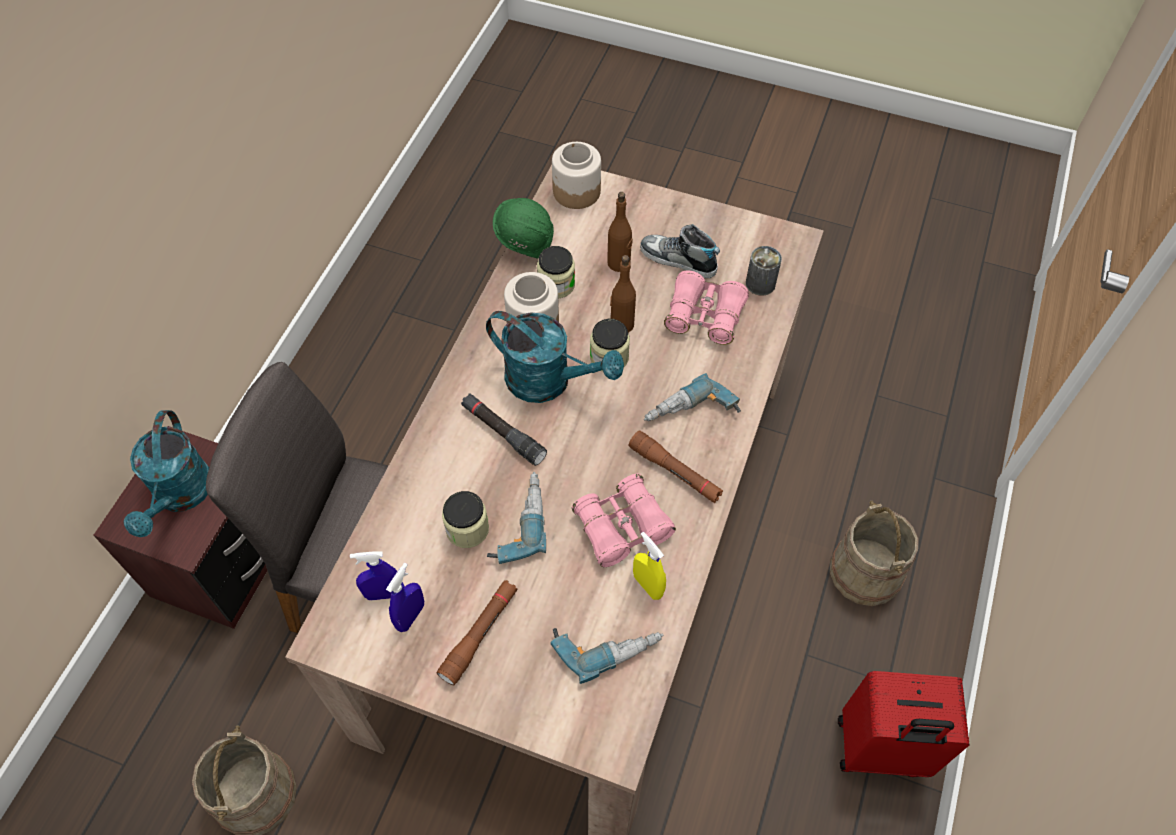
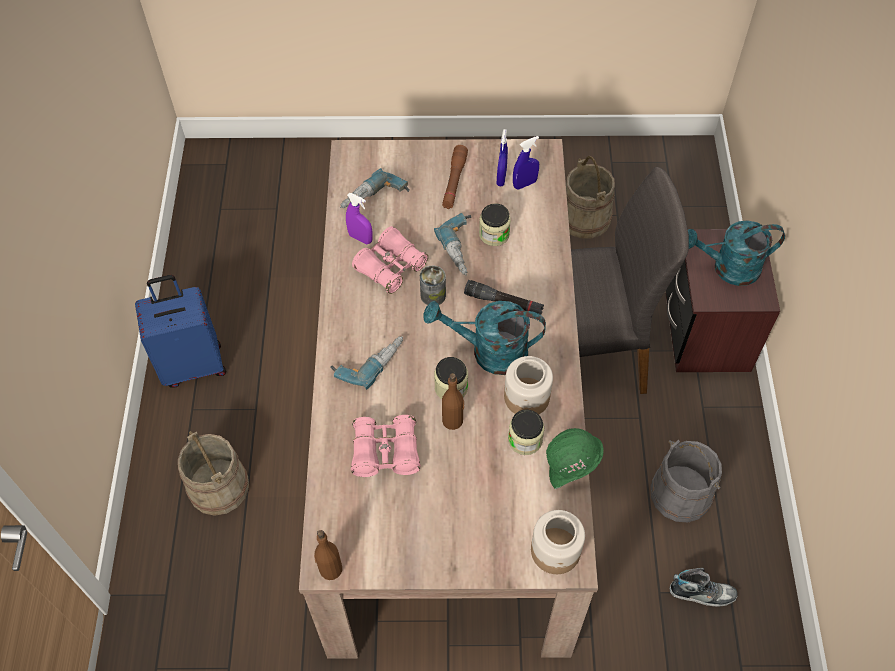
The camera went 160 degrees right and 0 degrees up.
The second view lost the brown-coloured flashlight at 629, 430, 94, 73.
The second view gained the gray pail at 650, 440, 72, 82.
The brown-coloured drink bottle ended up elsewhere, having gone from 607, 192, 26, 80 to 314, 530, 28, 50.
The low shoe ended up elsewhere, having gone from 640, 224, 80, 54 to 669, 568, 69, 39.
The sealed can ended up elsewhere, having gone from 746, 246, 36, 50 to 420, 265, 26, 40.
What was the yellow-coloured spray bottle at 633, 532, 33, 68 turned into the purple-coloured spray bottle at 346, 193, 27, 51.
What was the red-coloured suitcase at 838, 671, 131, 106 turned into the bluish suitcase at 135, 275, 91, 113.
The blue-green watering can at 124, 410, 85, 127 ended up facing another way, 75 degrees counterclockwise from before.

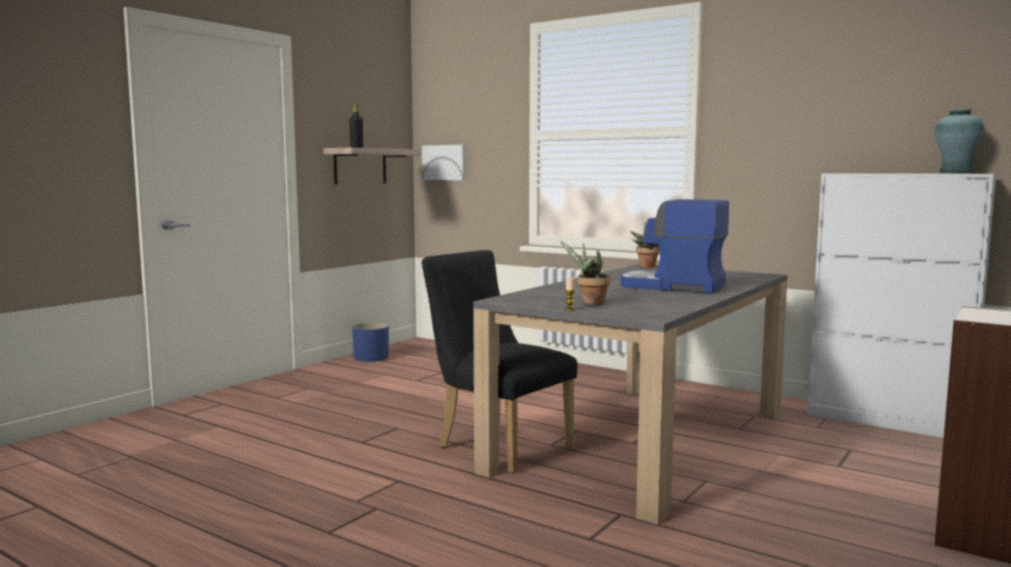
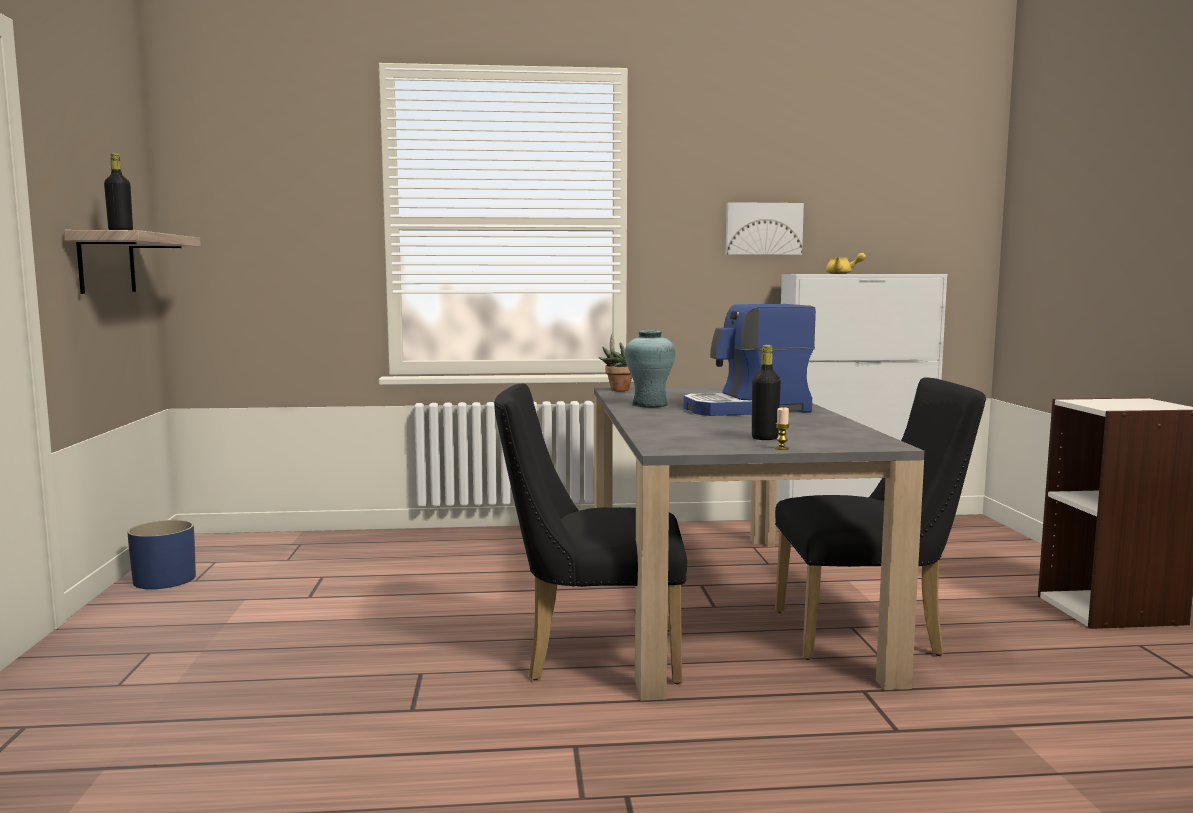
The camera went 40 degrees left and 0 degrees up.
The second view gained the black-coloured upright chair at 775, 377, 211, 283.
The second view gained the yellow-coloured teapot at 826, 253, 40, 21.
The wall picture ended up elsewhere, having gone from 422, 145, 44, 35 to 726, 202, 78, 53.
The blue-green decorative vase ended up elsewhere, having gone from 935, 109, 49, 64 to 625, 330, 50, 77.
Where the houseplant stood at 561, 242, 50, 63, the black-coloured drink bottle came to stand at 752, 345, 29, 95.

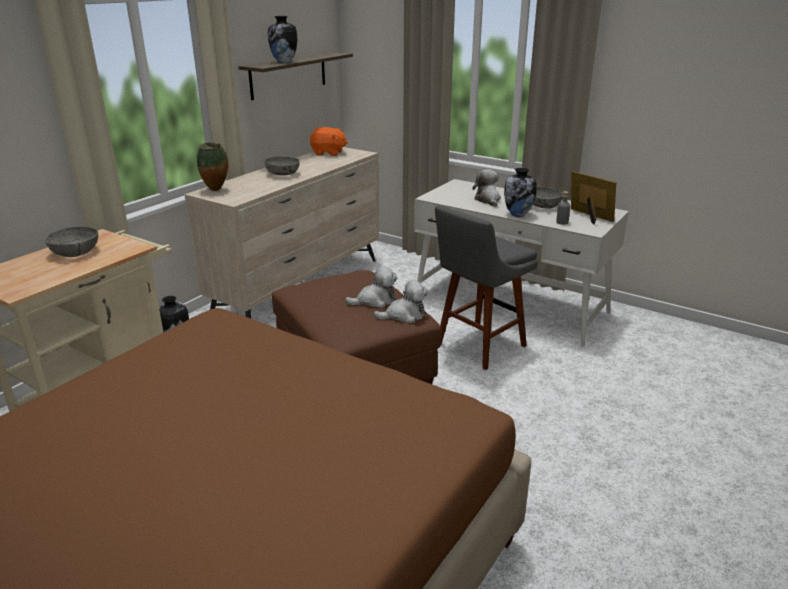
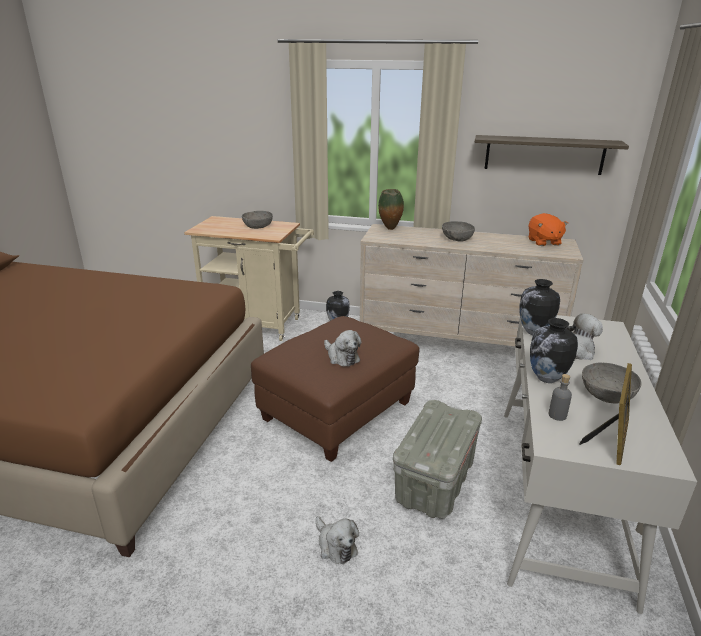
The camera went 70 degrees right and 0 degrees up.
The decorative vase ended up elsewhere, having gone from 268, 16, 30, 47 to 519, 279, 41, 56.
The soft toy ended up elsewhere, having gone from 374, 280, 54, 43 to 316, 516, 43, 48.
Where the gray sitting stool stood at 435, 205, 103, 165, the gray storage bin came to stand at 393, 400, 89, 119.

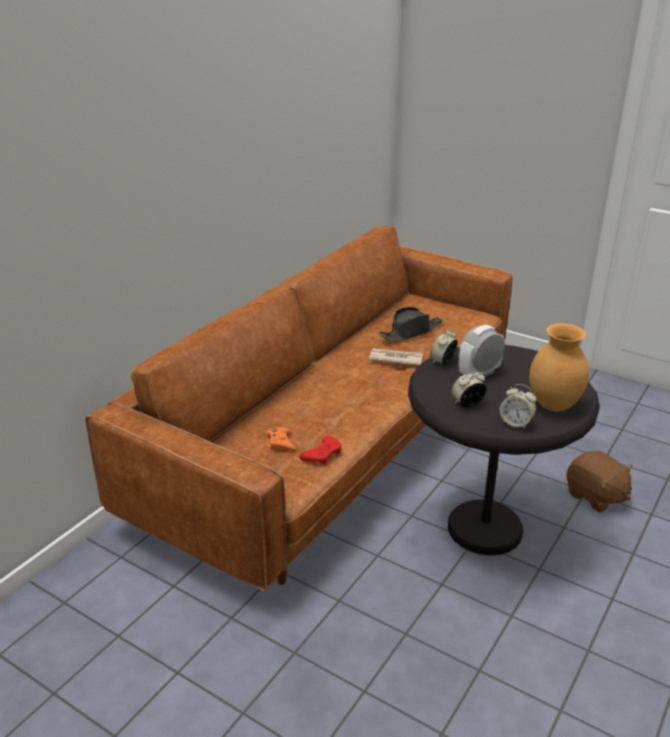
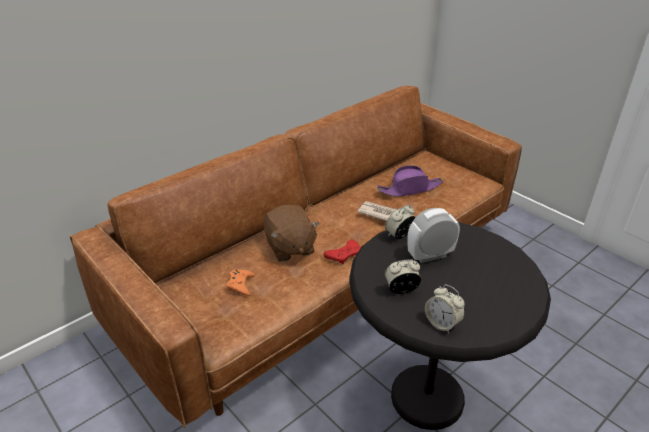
The camera went 15 degrees right and 5 degrees up.
The second view lost the brown-coloured decorative vase at 529, 323, 60, 88.
The red-coloured joypad ended up elsewhere, having gone from 299, 436, 42, 29 to 323, 240, 38, 24.
The brown-coloured soft toy ended up elsewhere, having gone from 566, 451, 67, 61 to 264, 205, 55, 57.
What was the black-coloured hat at 379, 307, 63, 34 turned into the purple-coloured hat at 377, 165, 66, 32.

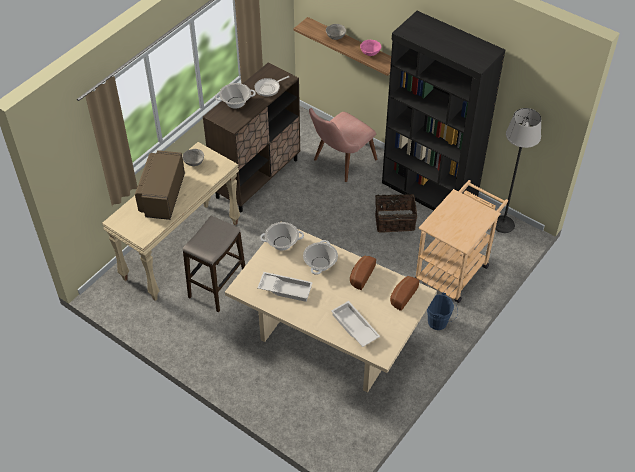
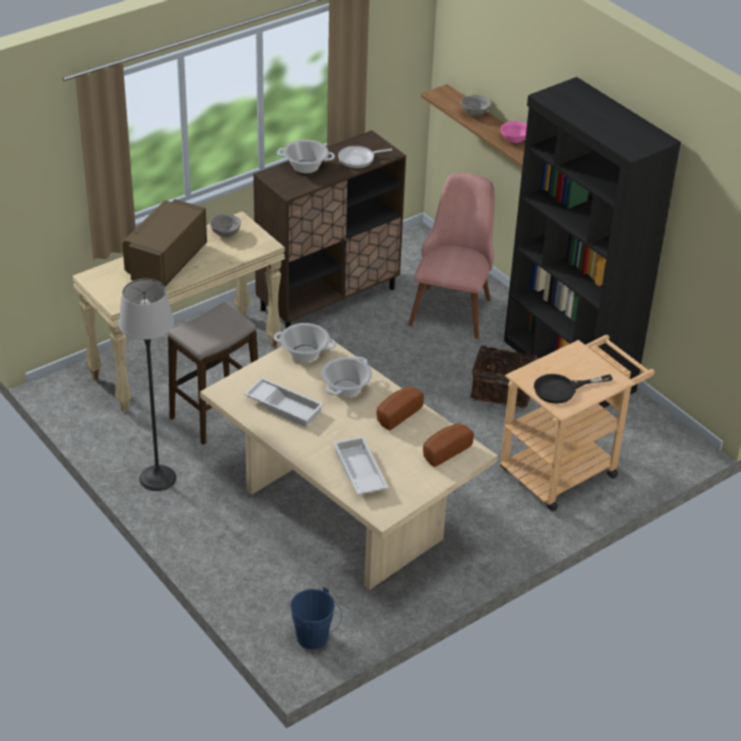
The camera went 15 degrees right and 10 degrees down.
The second view gained the black-coloured frying pan at 534, 374, 79, 30.
The bluish pail ended up elsewhere, having gone from 427, 292, 31, 38 to 290, 587, 52, 62.
The standing lamp ended up elsewhere, having gone from 495, 108, 46, 125 to 118, 279, 58, 212.
The pink upright chair at 309, 108, 69, 74 ended up facing another way, 135 degrees clockwise from before.

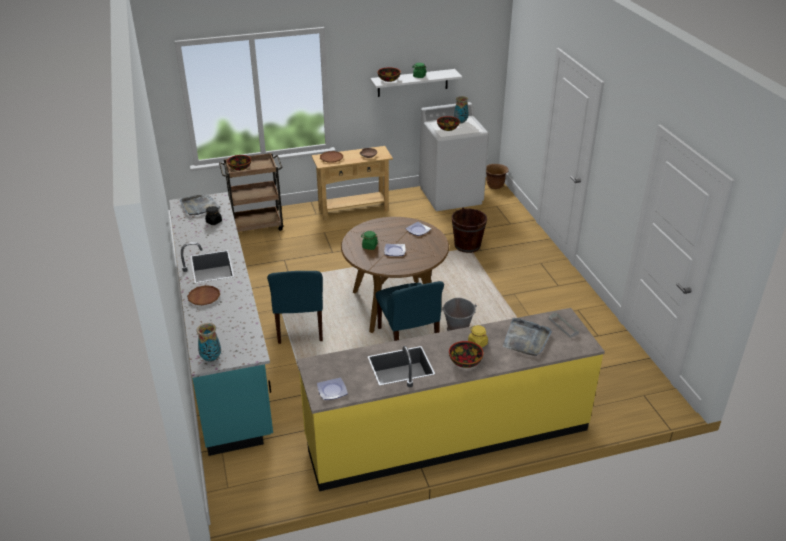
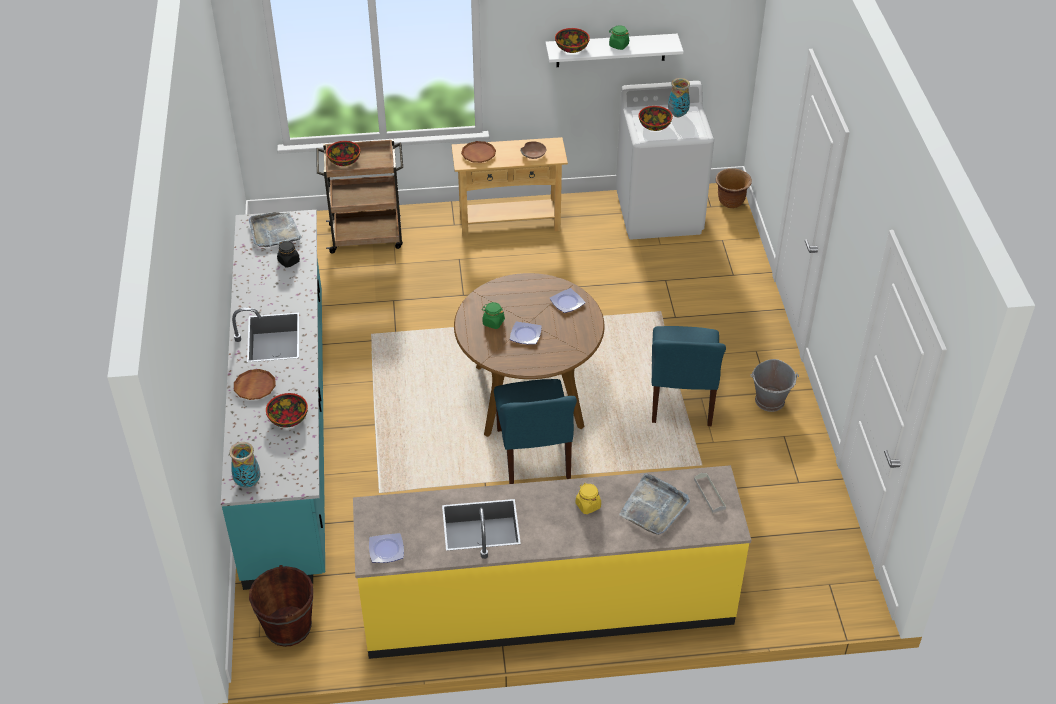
The camera went 10 degrees right and 10 degrees up.
The bluish upright chair ended up elsewhere, having gone from 267, 271, 56, 73 to 652, 326, 74, 100.
The gray pail ended up elsewhere, having gone from 442, 298, 35, 33 to 750, 359, 49, 53.
The serving bowl ended up elsewhere, having gone from 449, 341, 35, 27 to 266, 393, 42, 35.
The brown-coloured pail ended up elsewhere, having gone from 452, 208, 35, 45 to 249, 565, 64, 82.

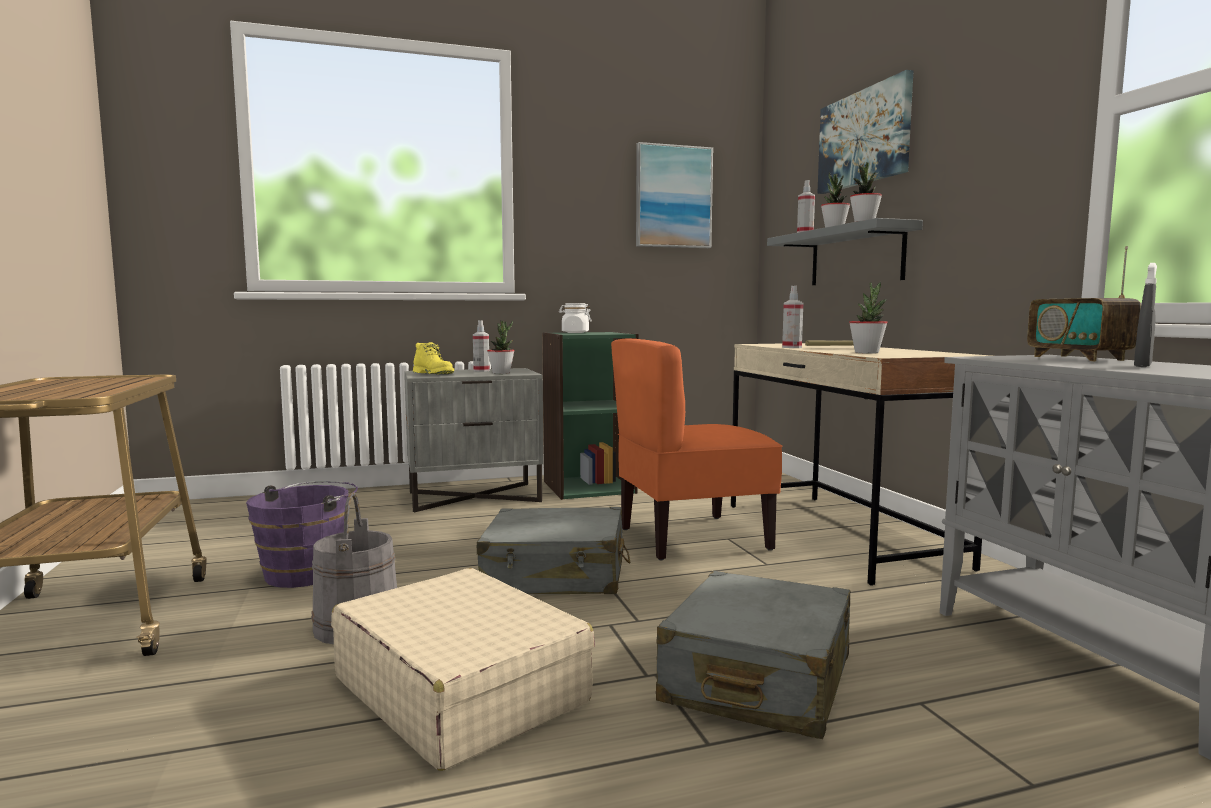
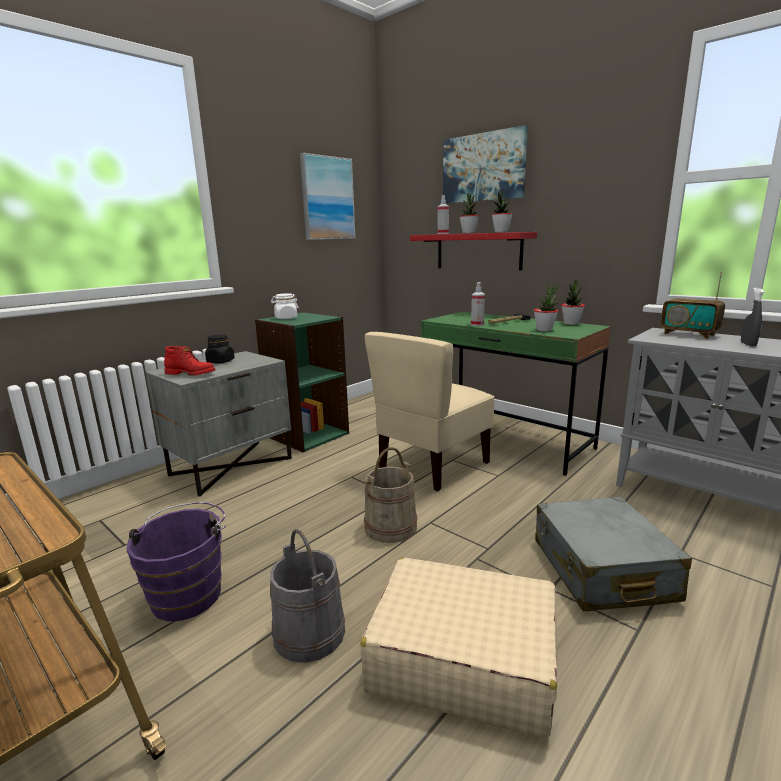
The camera went 30 degrees left and 10 degrees up.
The houseplant ended up elsewhere, having gone from 487, 321, 28, 53 to 561, 279, 24, 46.
Where the spray bottle stood at 473, 320, 17, 52, the black-coloured preserve jar came to stand at 205, 334, 30, 30.
Where the gray suitcase stood at 477, 507, 153, 87, the beige pail came to stand at 364, 447, 53, 96.
What was the yellow-coloured boot at 413, 342, 41, 32 turned into the red-coloured boot at 164, 346, 51, 30.
What was the orangey upright chair at 611, 338, 172, 222 turned into the beige upright chair at 364, 332, 131, 159.
What was the beige desk table at 731, 343, 259, 243 turned into the green desk table at 421, 312, 190, 164.
What was the gray bracket shelf at 767, 218, 156, 67 turned into the red-coloured bracket shelf at 410, 232, 127, 39.

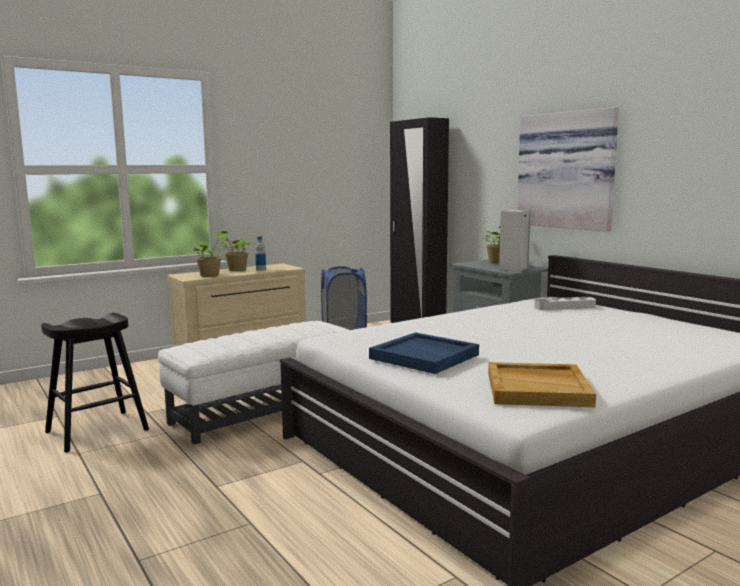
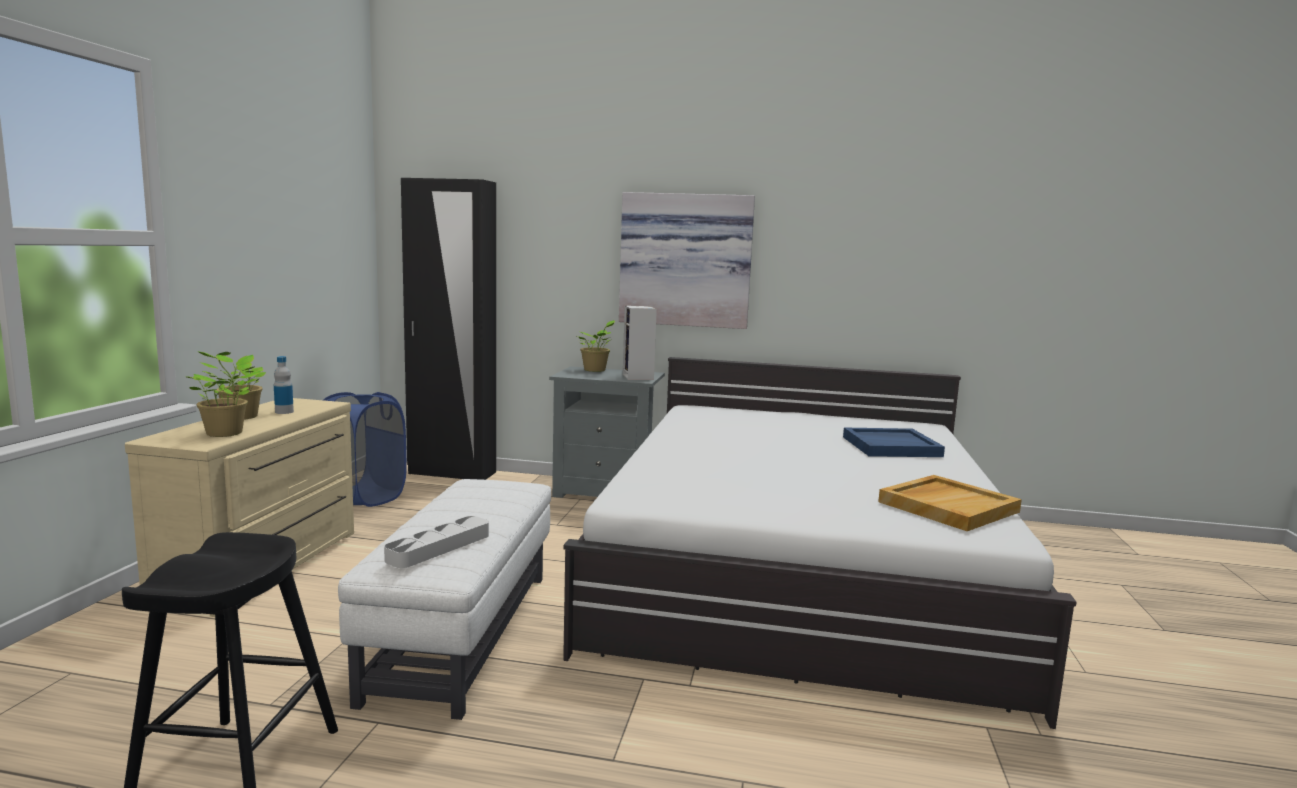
The camera went 45 degrees left and 0 degrees up.
The bluish carrying tray ended up elsewhere, having gone from 369, 332, 110, 42 to 843, 428, 102, 29.
The gray carrying tray ended up elsewhere, having gone from 535, 297, 61, 13 to 384, 516, 105, 52.

